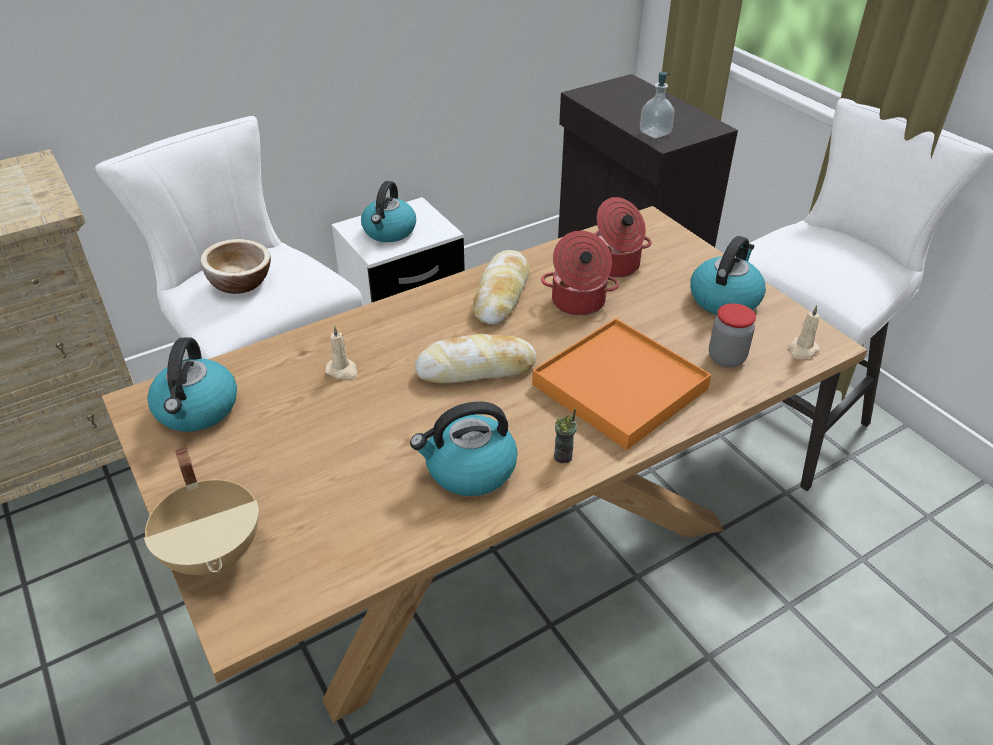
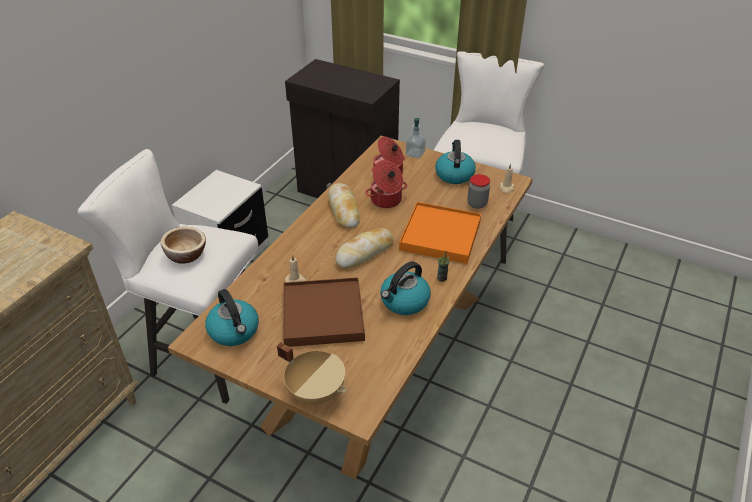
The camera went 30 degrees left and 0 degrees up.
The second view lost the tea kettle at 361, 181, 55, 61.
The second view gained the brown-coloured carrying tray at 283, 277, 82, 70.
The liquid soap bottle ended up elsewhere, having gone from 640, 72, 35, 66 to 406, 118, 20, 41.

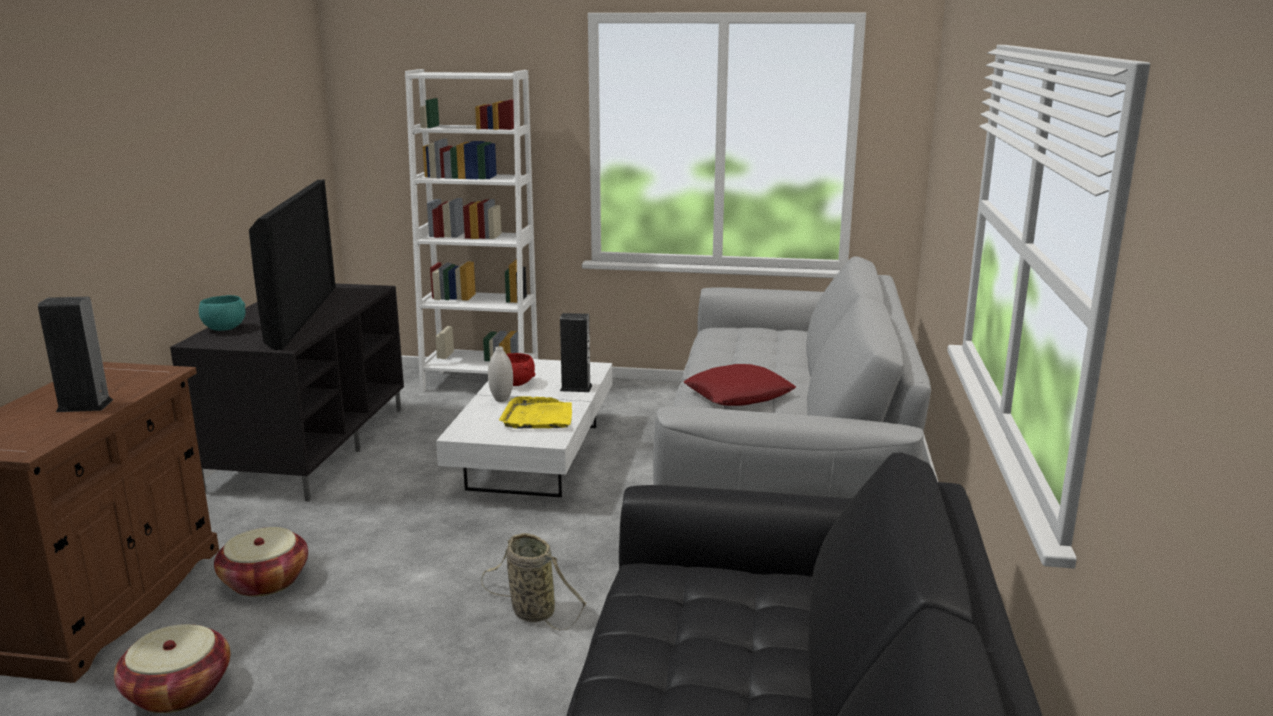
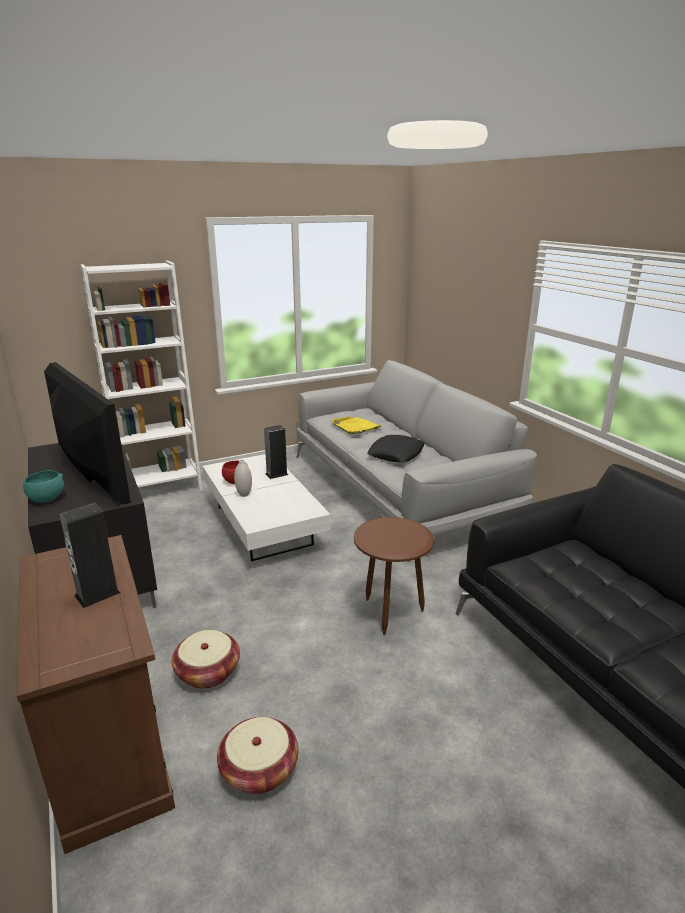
The camera went 35 degrees left and 5 degrees up.
The yellow-coloured carrying tray ended up elsewhere, having gone from 499, 396, 73, 33 to 331, 417, 50, 17.
Where the household basket stood at 481, 533, 105, 97, the brown-coloured side table came to stand at 354, 517, 80, 118.
What was the red-coloured throw pillow at 684, 364, 112, 42 turned into the black-coloured throw pillow at 367, 435, 58, 27.

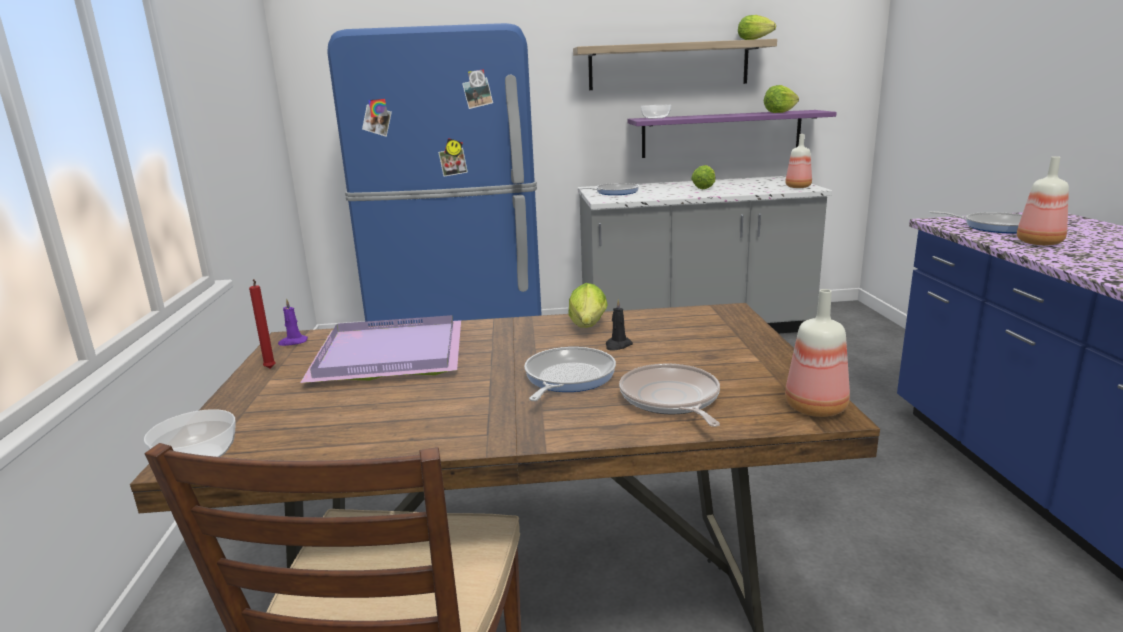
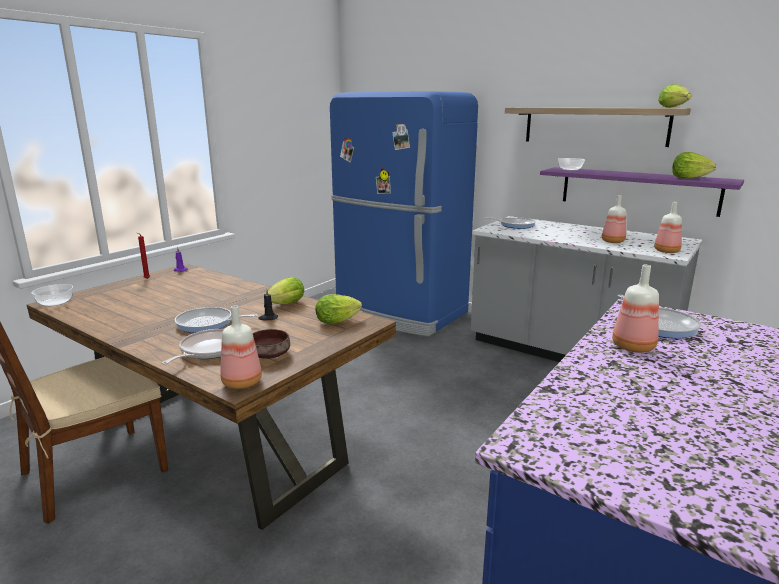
The camera went 40 degrees right and 0 degrees up.
The second view lost the purple-coloured carrying tray at 300, 315, 161, 68.
The second view gained the brown-coloured serving bowl at 253, 329, 37, 30.
The second view gained the drink bottle at 602, 195, 24, 48.
The head of lettuce ended up elsewhere, having gone from 691, 165, 24, 25 to 315, 294, 47, 30.
The frying pan at 524, 347, 92, 54 ended up facing another way, 150 degrees counterclockwise from before.

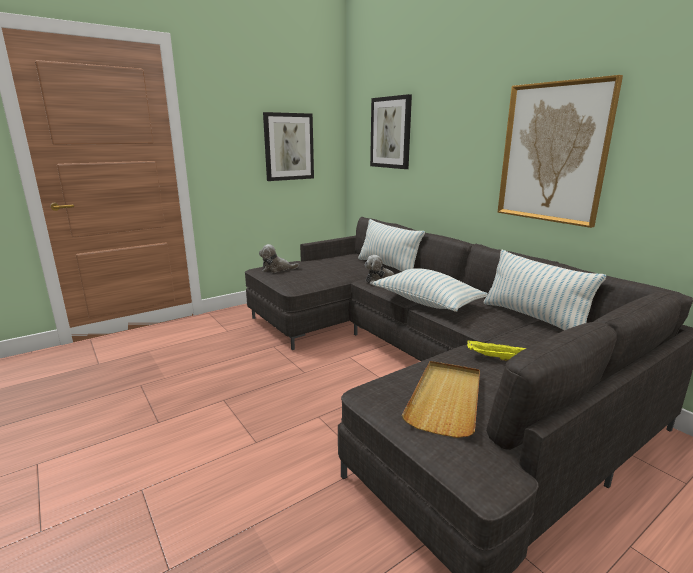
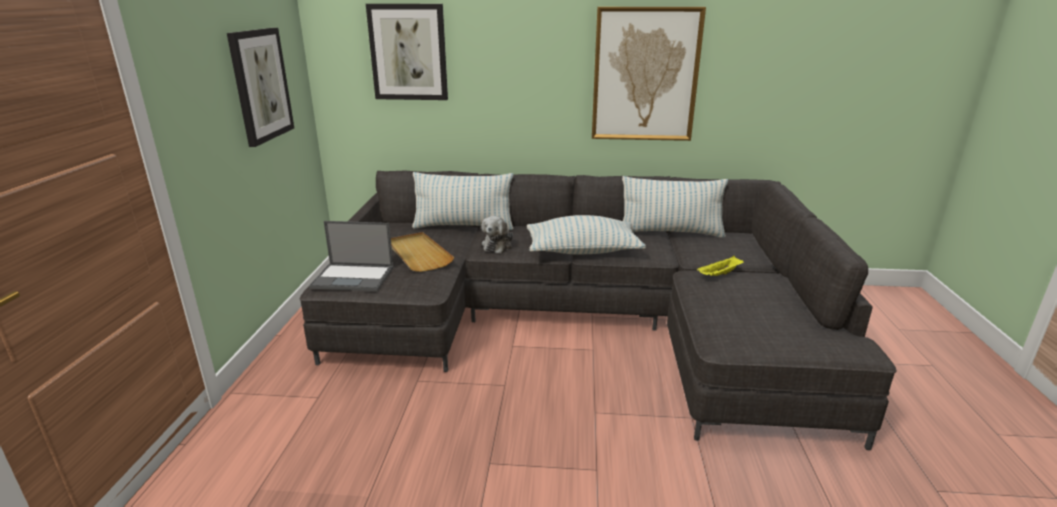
The camera went 50 degrees left and 5 degrees up.
The beige carrying tray ended up elsewhere, having gone from 402, 361, 78, 77 to 391, 232, 63, 40.
Where the soft toy stood at 259, 244, 40, 29, the notebook computer came to stand at 309, 221, 85, 70.

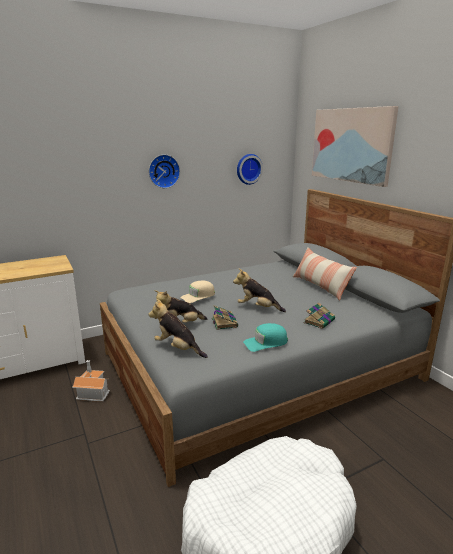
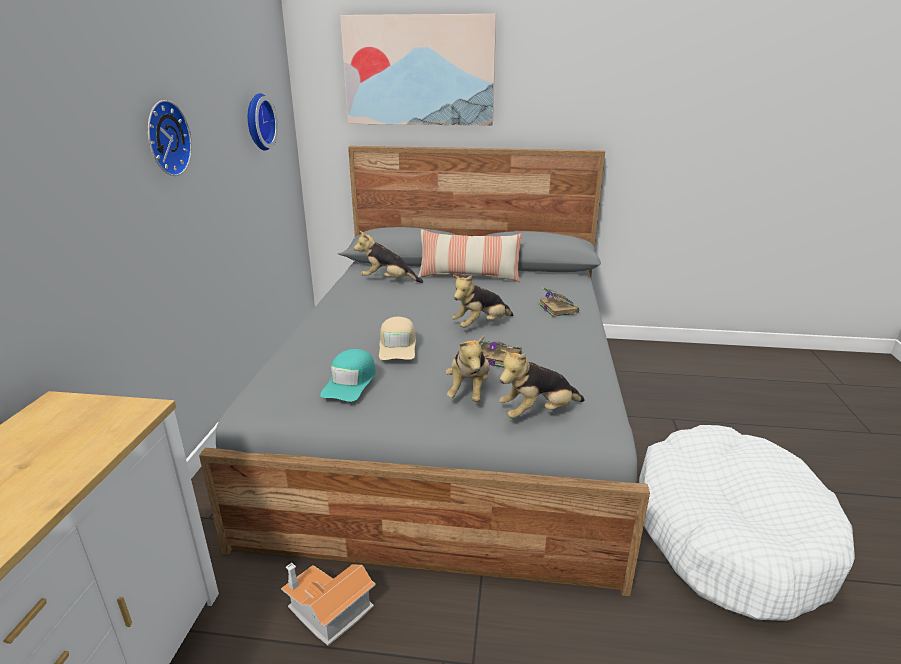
The camera went 55 degrees left and 5 degrees up.
The second view gained the soft toy at 354, 231, 69, 52.
The blue-green cap ended up elsewhere, having gone from 243, 323, 45, 29 to 320, 349, 56, 53.

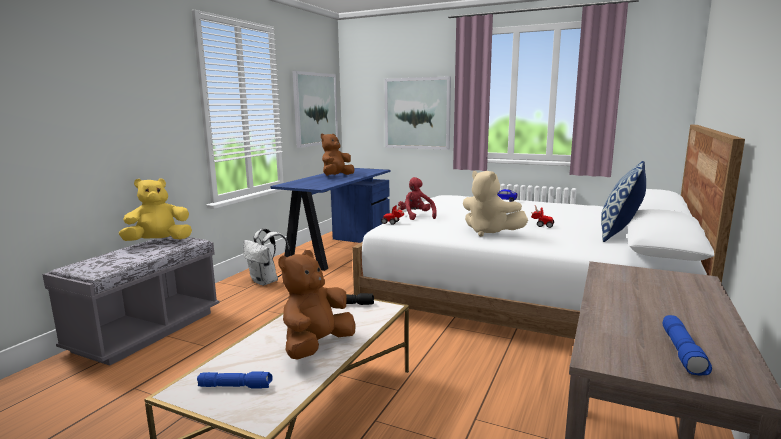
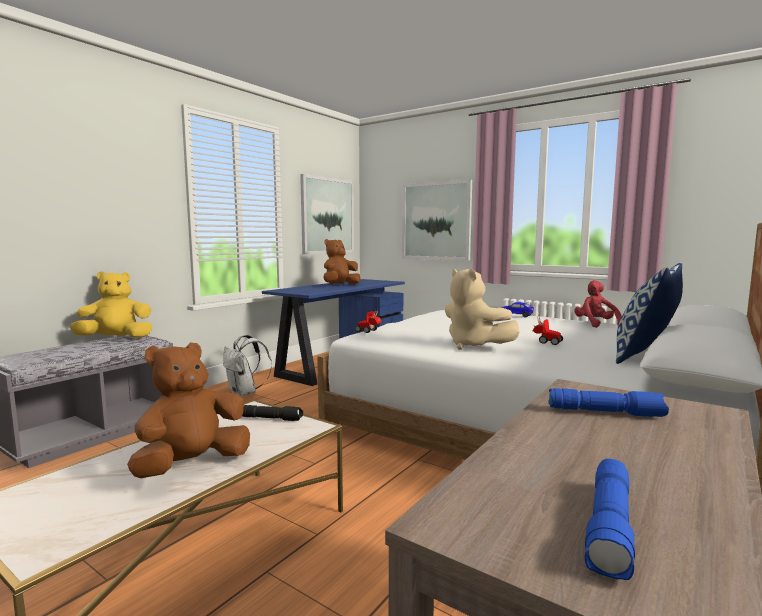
The camera went 10 degrees right and 5 degrees down.
The bluish flashlight ended up elsewhere, having gone from 197, 371, 75, 17 to 548, 388, 121, 29.
The red-coloured soft toy ended up elsewhere, having gone from 398, 177, 39, 43 to 574, 280, 48, 48.

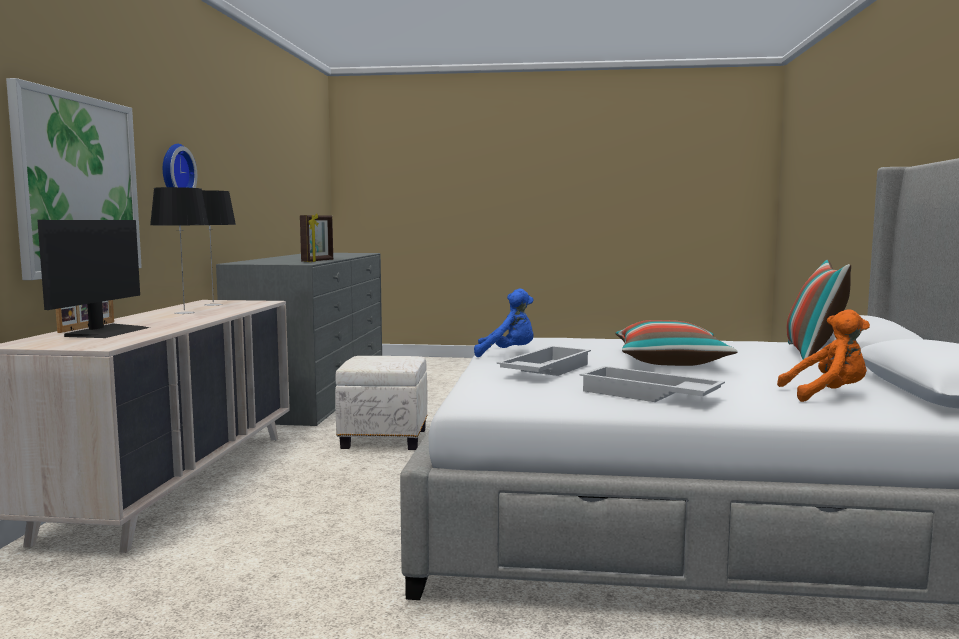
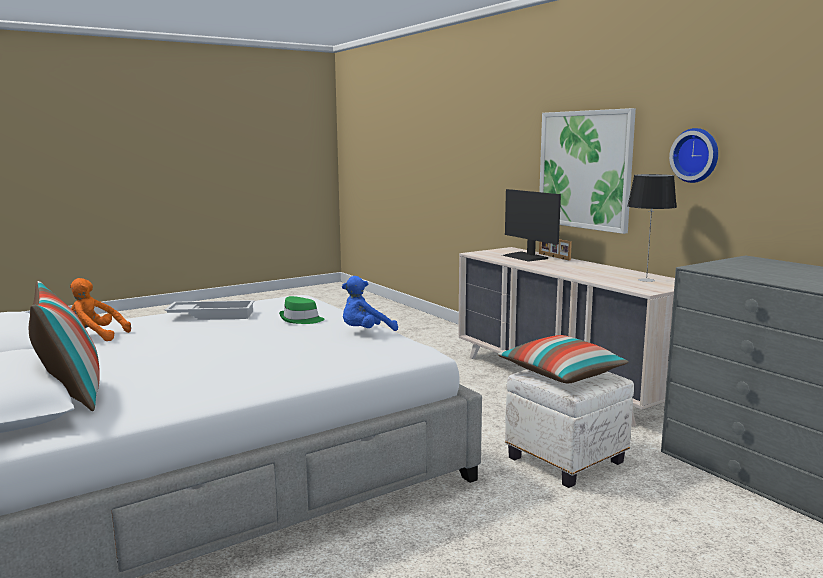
The camera went 140 degrees right and 5 degrees up.
The second view lost the table lamp at 150, 187, 59, 127.
The second view lost the picture frame at 300, 213, 33, 49.
The throw pillow ended up elsewhere, having gone from 615, 320, 123, 46 to 498, 335, 131, 49.
Where the white carrying tray stood at 496, 346, 95, 30, the green hat came to stand at 279, 296, 45, 28.
The orangey soft toy at 777, 309, 93, 93 ended up facing another way, 45 degrees clockwise from before.

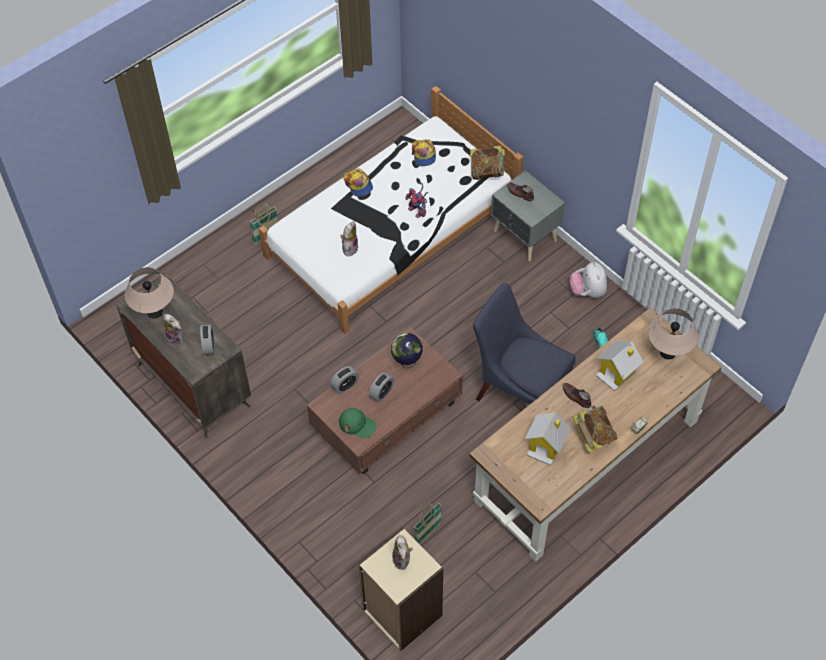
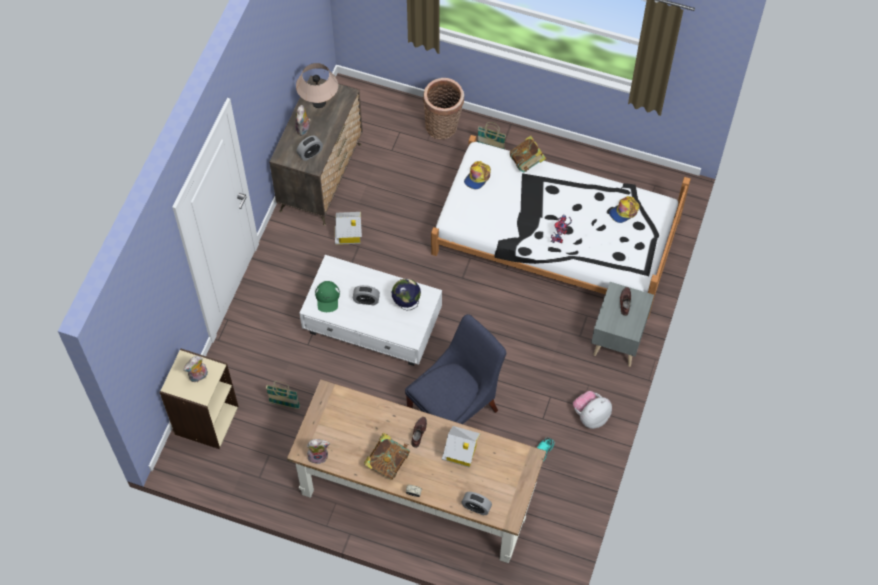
The camera went 60 degrees right and 5 degrees up.
The second view lost the beige table lamp at 648, 309, 50, 50.
The second view gained the household basket at 423, 78, 41, 62.
The alarm clock ended up elsewhere, having gone from 330, 366, 29, 28 to 461, 492, 31, 23.
The soft toy ended up elsewhere, having gone from 341, 221, 18, 36 to 307, 439, 23, 25.
The cap ended up elsewhere, having gone from 343, 168, 30, 29 to 464, 161, 27, 28.
The bound book ended up elsewhere, having gone from 470, 146, 37, 34 to 510, 135, 36, 37.
The model house ended up elsewhere, having gone from 525, 412, 46, 54 to 335, 212, 27, 33.
What was the brown-coloured coffee table at 307, 328, 156, 147 turned into the white coffee table at 299, 255, 143, 111.
The bluish upright chair at 473, 283, 103, 121 ended up facing another way, 45 degrees clockwise from before.

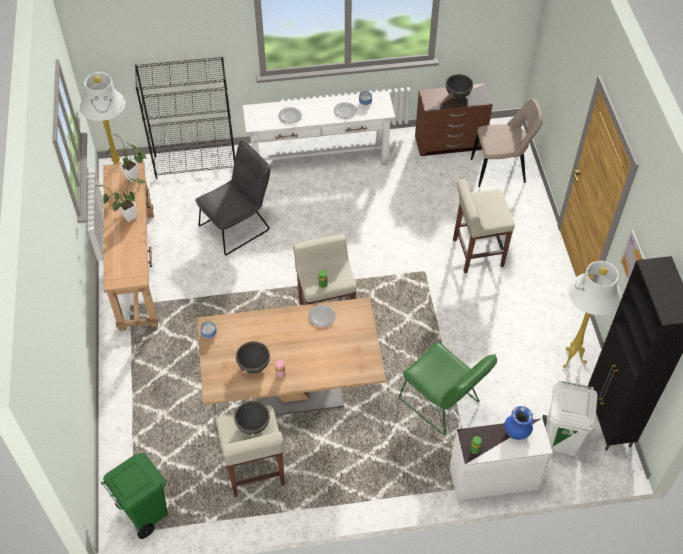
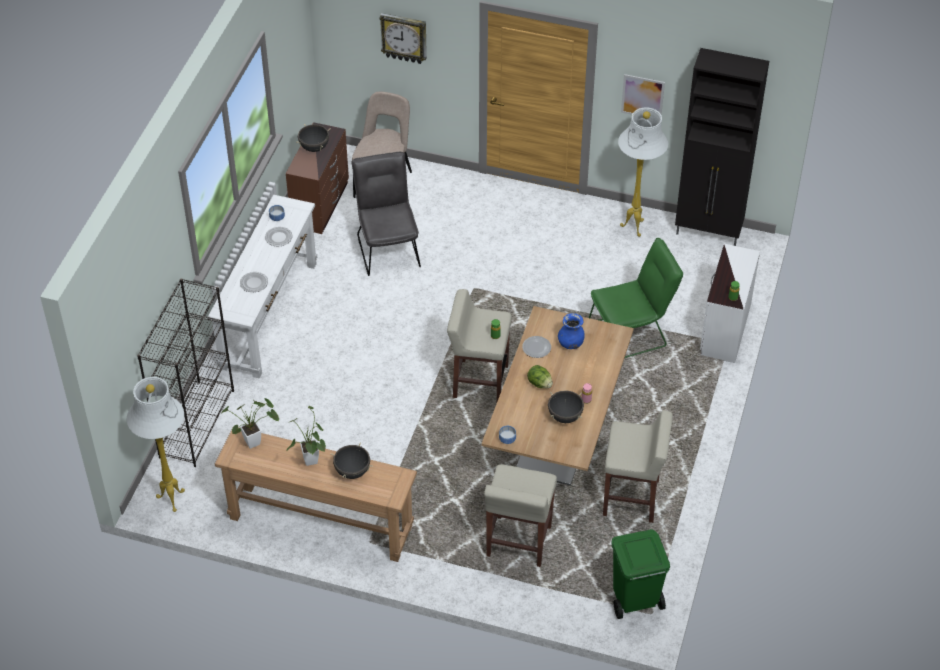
The camera went 65 degrees left and 5 degrees down.
The second view lost the white waste bin at 543, 381, 55, 75.
The second view gained the wall clock at 379, 13, 48, 51.
The second view gained the head of lettuce at 527, 365, 26, 23.
The gray upright chair ended up elsewhere, having gone from 195, 140, 76, 115 to 351, 152, 70, 124.
The black-coloured saucepot ended up elsewhere, having gone from 230, 397, 44, 39 to 330, 442, 43, 37.
The beige sitting stool ended up elsewhere, having gone from 453, 179, 62, 94 to 484, 464, 73, 103.
The bluish decorative vase ended up elsewhere, having gone from 504, 406, 29, 34 to 558, 313, 27, 36.

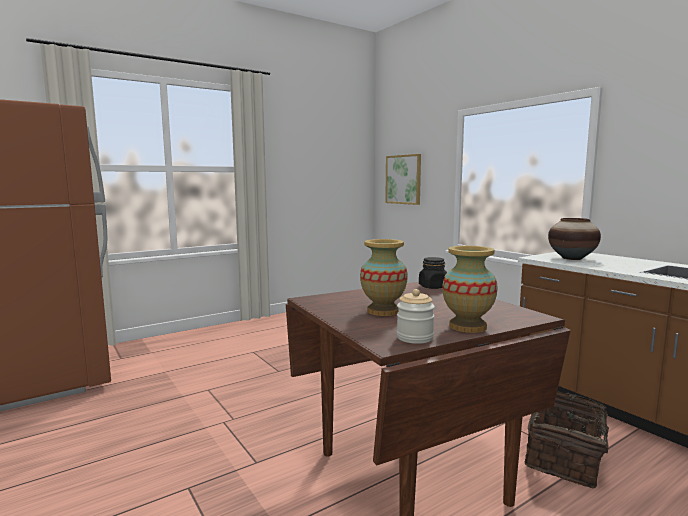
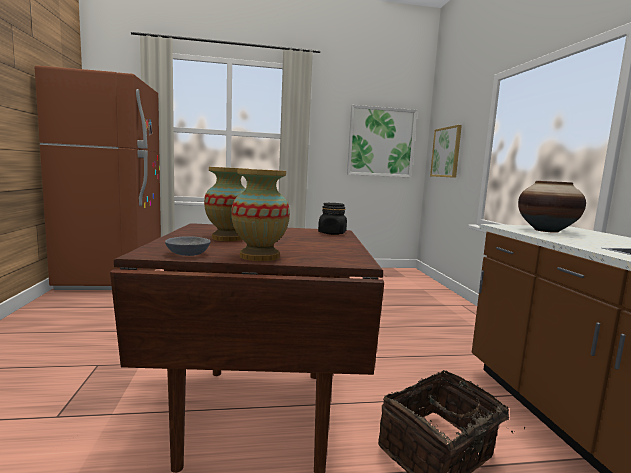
The camera went 25 degrees right and 0 degrees up.
The second view gained the wall picture at 347, 105, 70, 73.
Where the preserve jar stood at 397, 289, 38, 55, the gray serving bowl came to stand at 165, 236, 46, 20.

